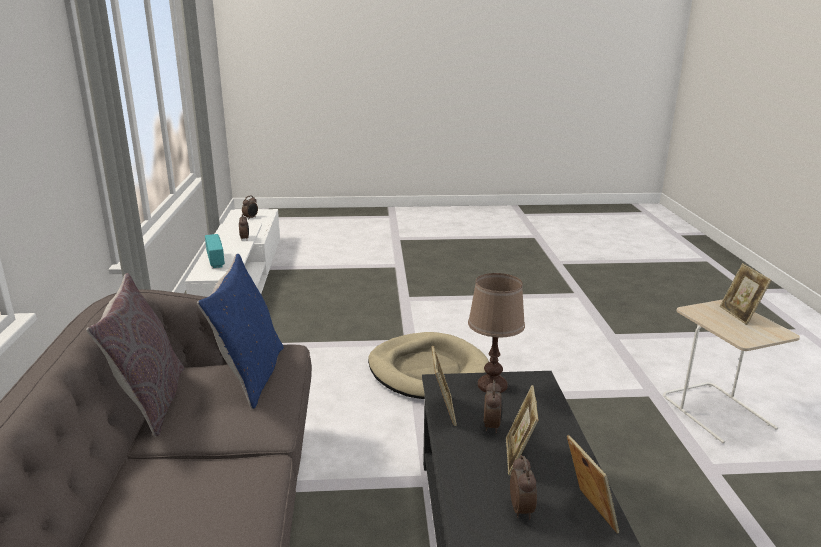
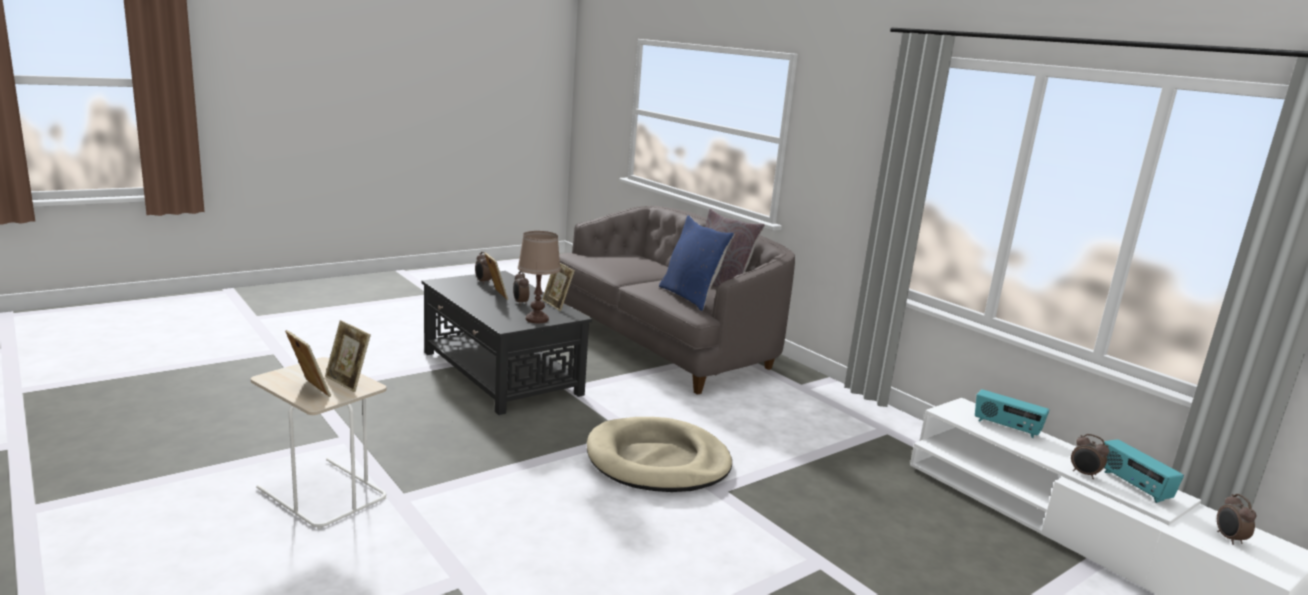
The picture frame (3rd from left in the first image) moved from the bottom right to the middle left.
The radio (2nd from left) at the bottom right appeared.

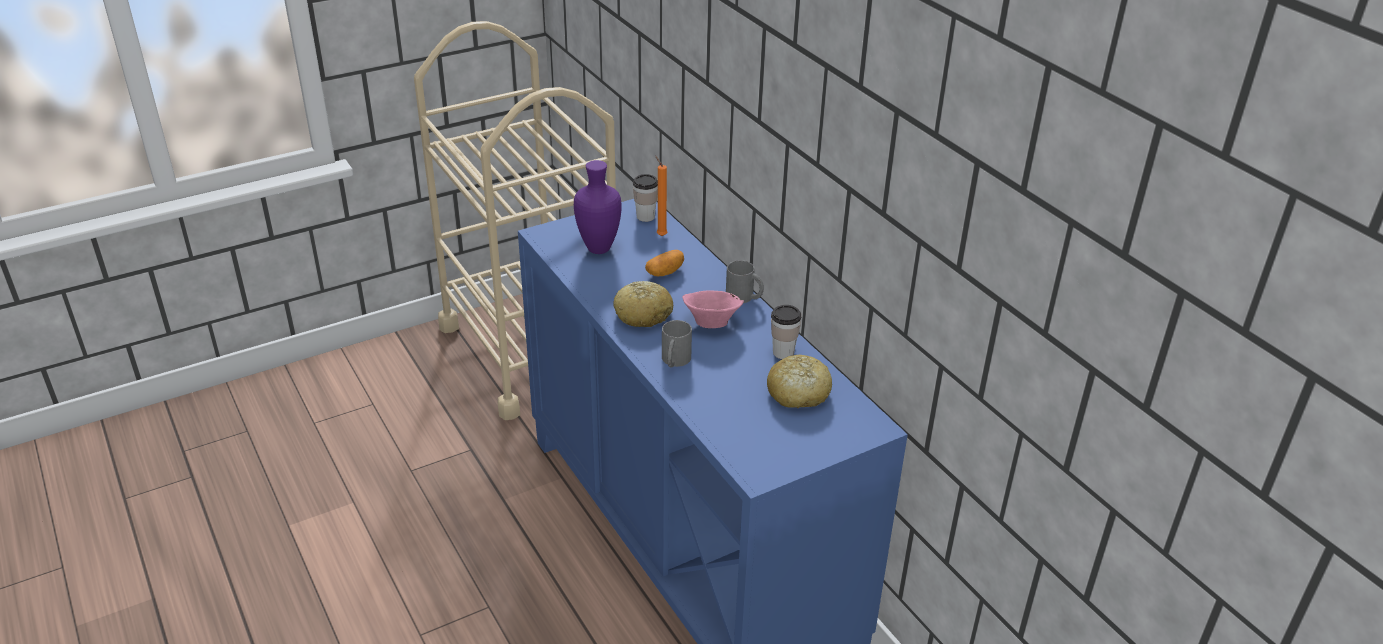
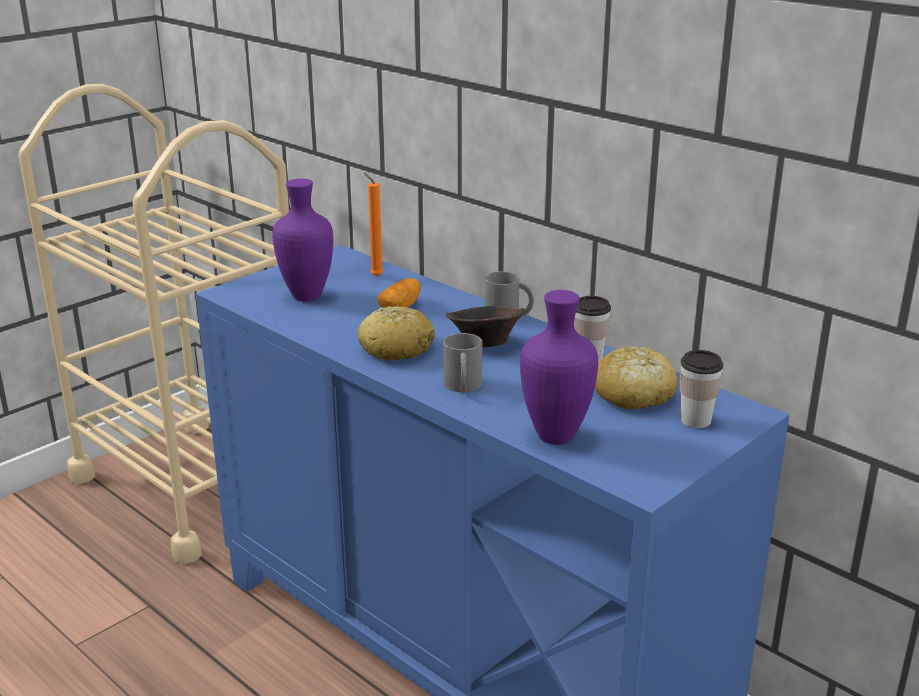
The pink bowl at the centre became the brown bowl at the centre.
The purple vase (2nd from left) at the centre appeared.
The cup (1st from left in the first image) moved from the top centre to the middle right.

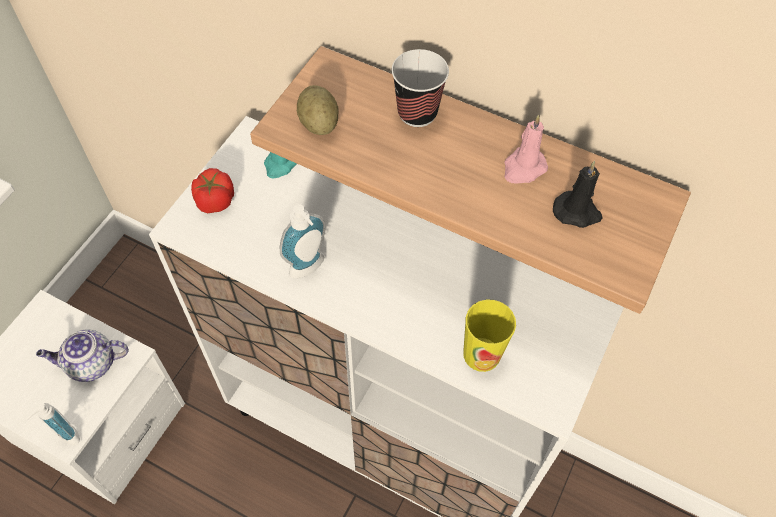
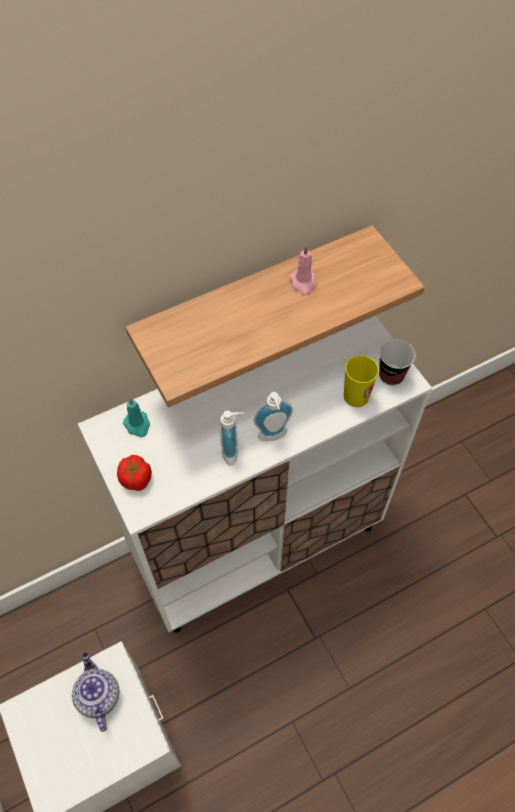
The teapot at the bottom left turned 135 degrees clockwise.
The soap dispenser (1st from left in the first image) moved from the bottom left to the centre.
The cup (1st from left in the first image) moved from the top centre to the middle right.
The potato at the top centre disappeared.
The black candle at the middle right disappeared.

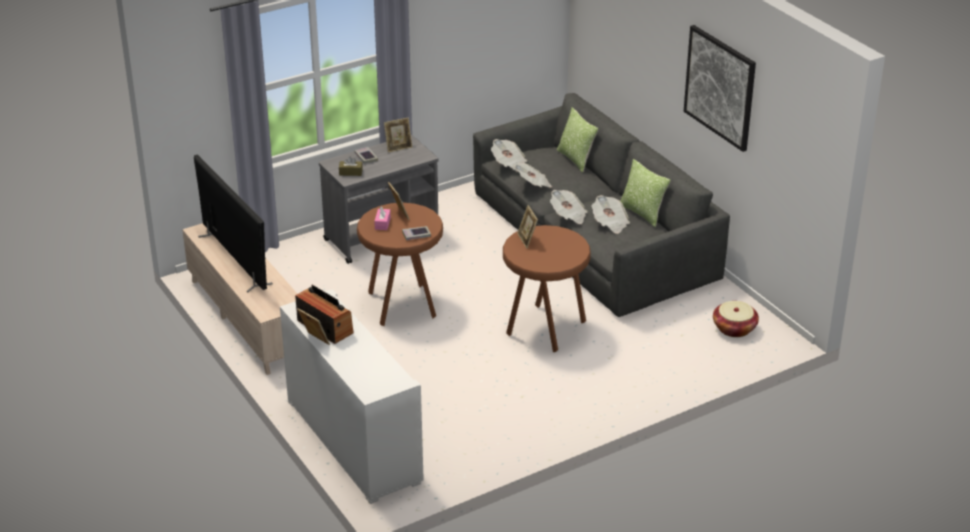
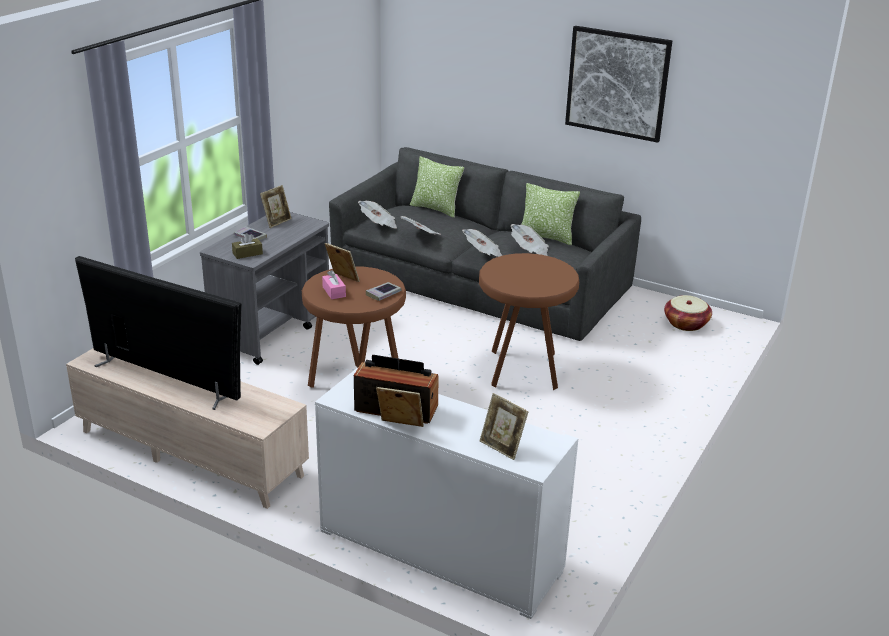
The picture frame (4th from left) moved from the centre to the bottom centre.

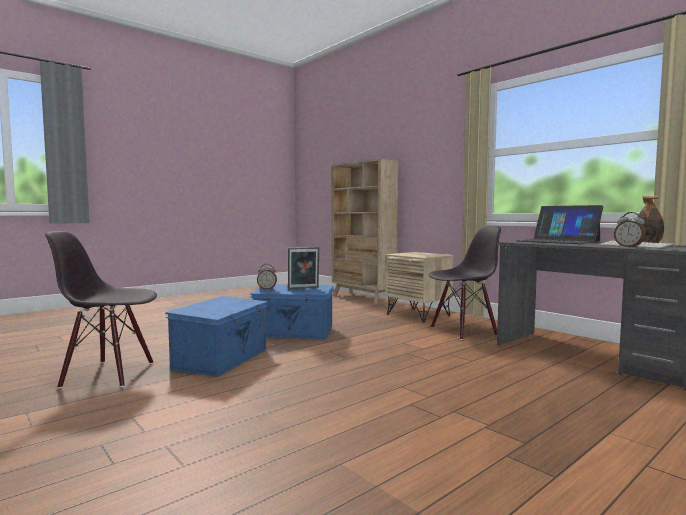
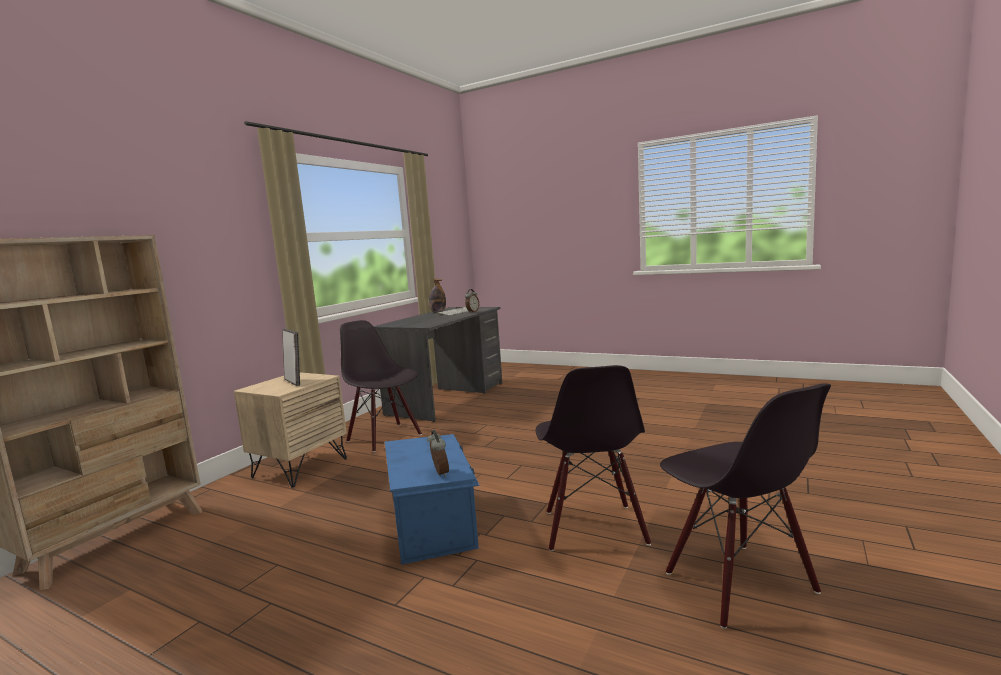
The picture frame moved from the centre to the middle left.
The blue storage box (1st from left) at the middle left was replaced by the black chair (2nd from left) at the bottom centre.
The laptop at the middle right disappeared.

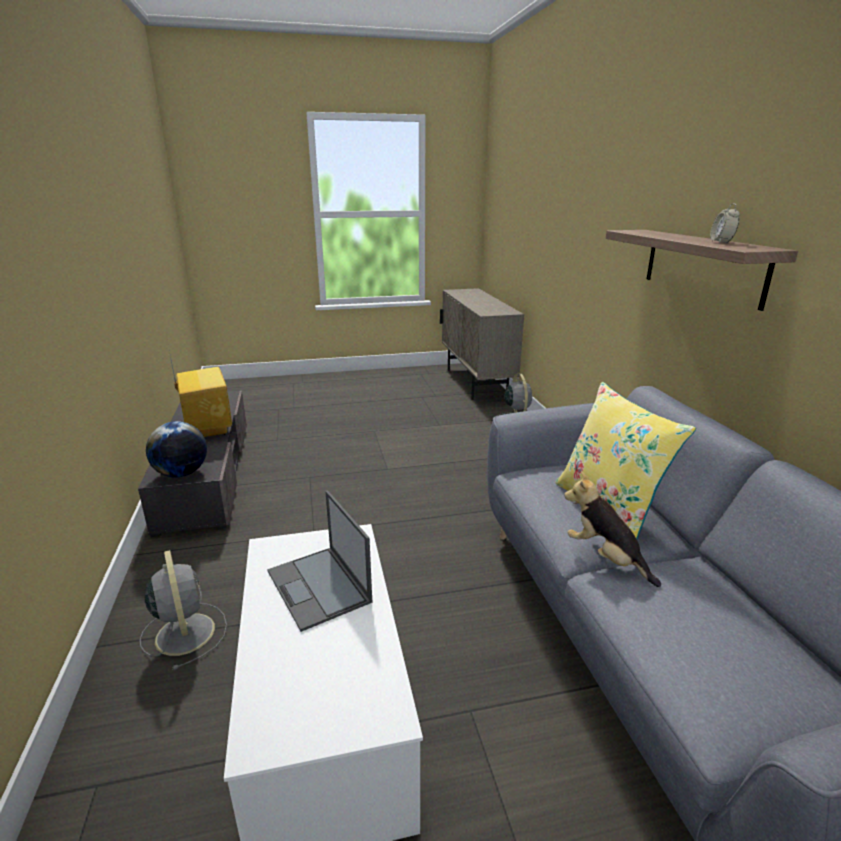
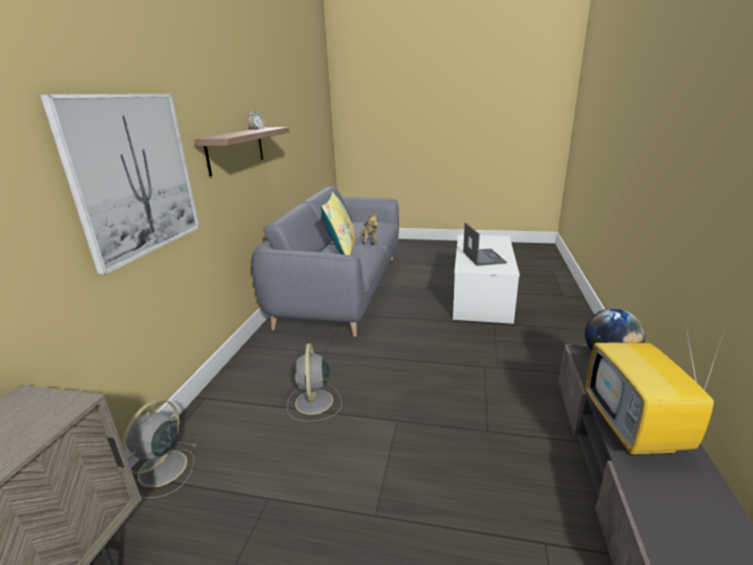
The picture at the top left appeared.
The grey fan (1st from left in the first image) moved from the bottom left to the bottom centre.

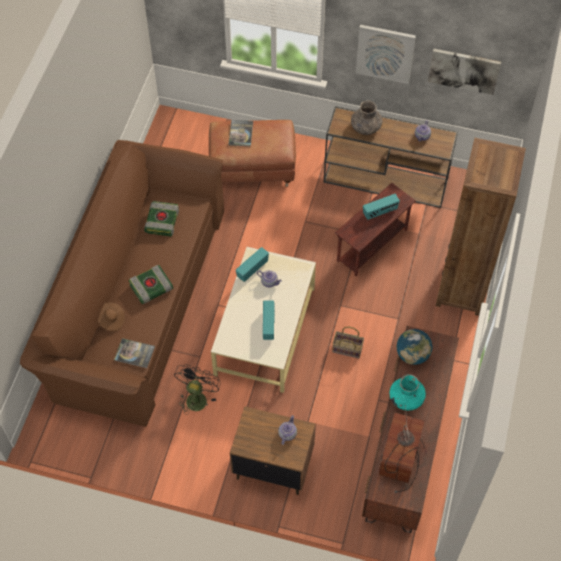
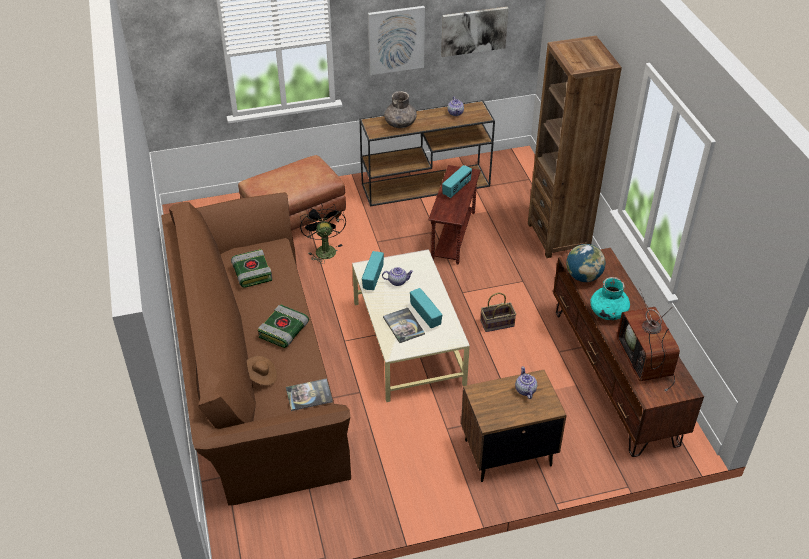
The black fan moved from the bottom centre to the centre.
The book (4th from left) moved from the top centre to the centre.

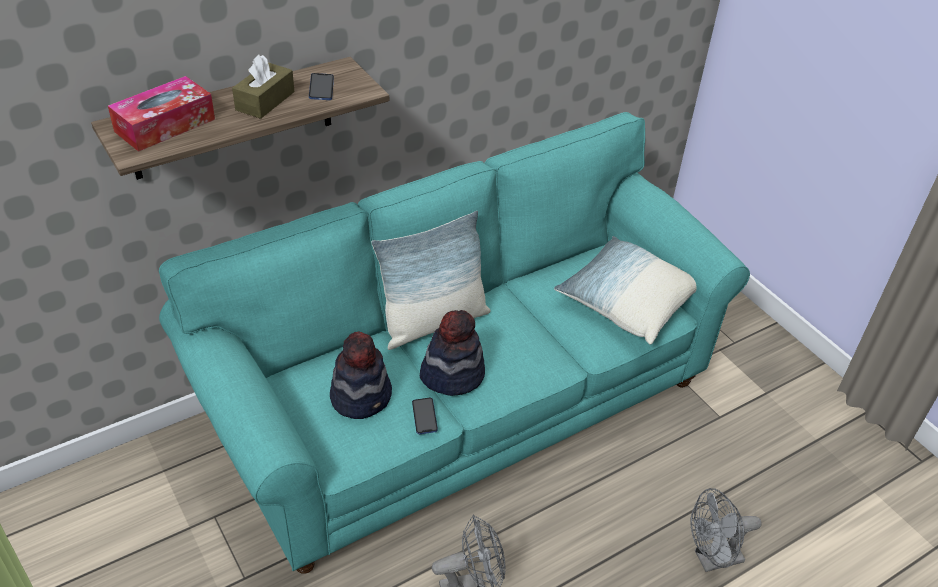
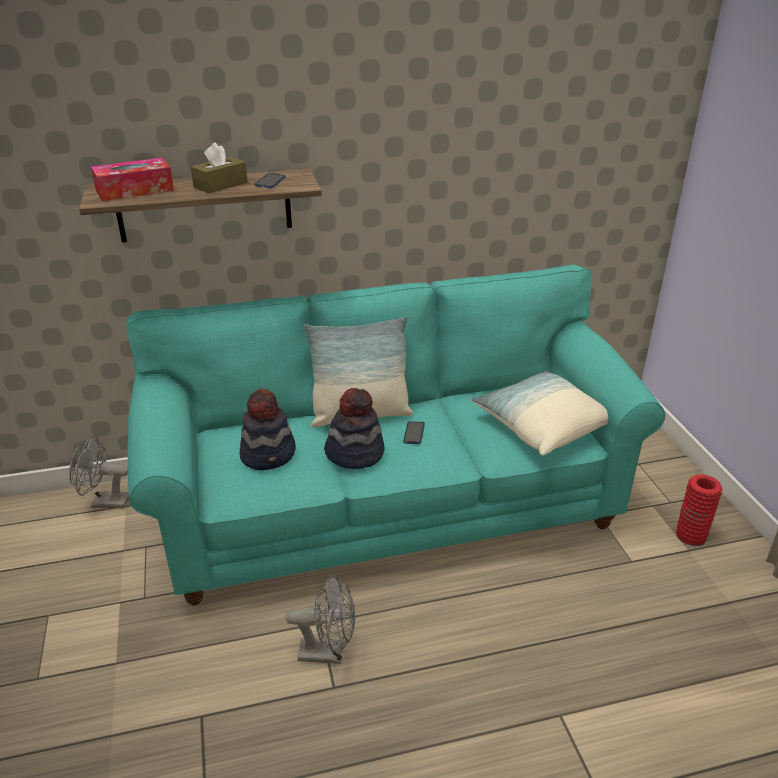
The grey fan (2nd from left in the first image) moved from the bottom right to the middle left.
The phone (2nd from left) moved from the bottom centre to the centre.
The red vase at the middle right appeared.

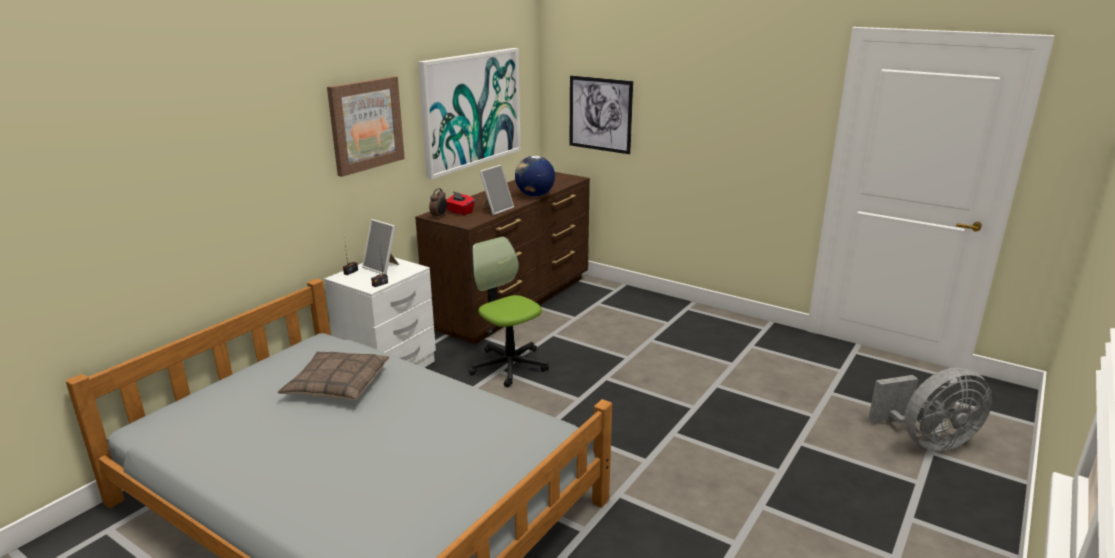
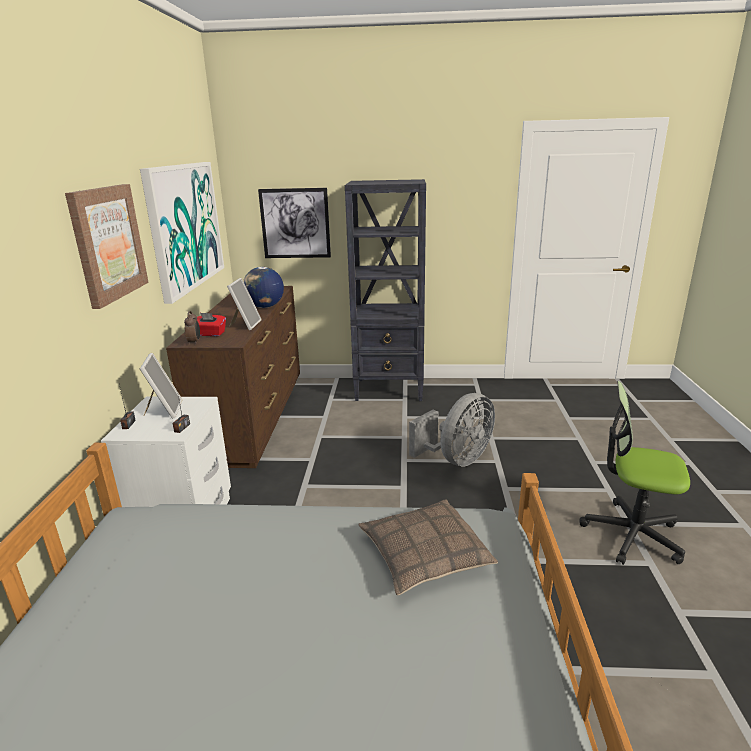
The picture frame (1st from left) at the centre turned 105 degrees counterclockwise.
The black bookcase at the centre appeared.
The pillow moved from the bottom left to the bottom centre.
The grey fan moved from the bottom right to the centre.
The office chair moved from the centre to the middle right.

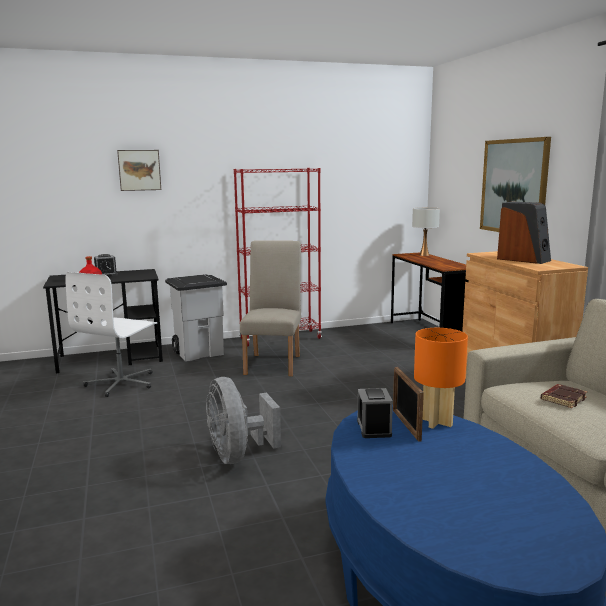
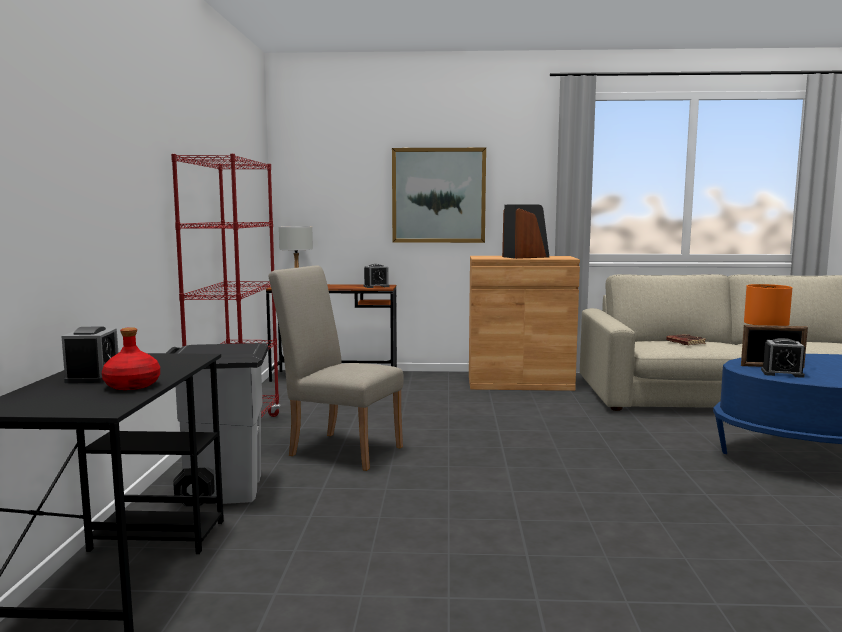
The alarm clock (2nd from left) at the centre appeared.
The white office chair at the middle left disappeared.
The picture (1st from left) at the top left disappeared.
The grey fan at the bottom centre disappeared.

